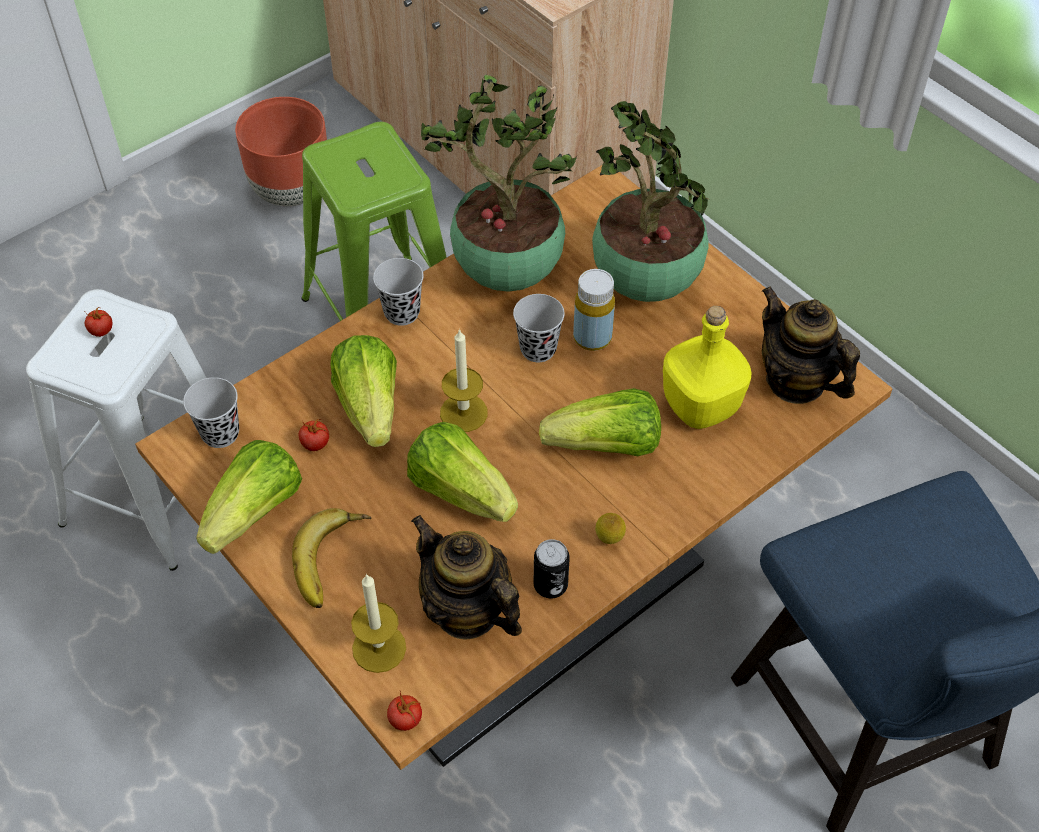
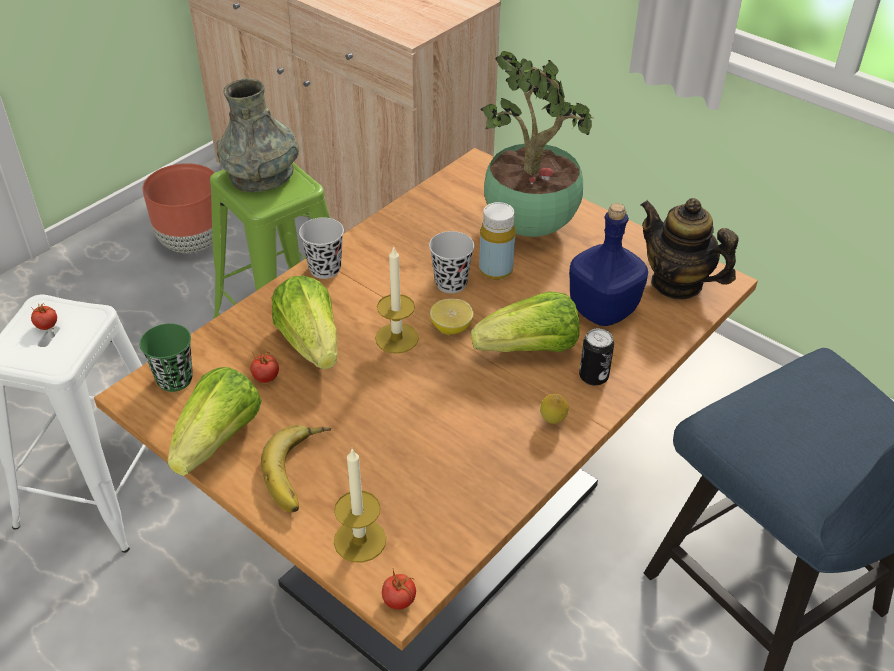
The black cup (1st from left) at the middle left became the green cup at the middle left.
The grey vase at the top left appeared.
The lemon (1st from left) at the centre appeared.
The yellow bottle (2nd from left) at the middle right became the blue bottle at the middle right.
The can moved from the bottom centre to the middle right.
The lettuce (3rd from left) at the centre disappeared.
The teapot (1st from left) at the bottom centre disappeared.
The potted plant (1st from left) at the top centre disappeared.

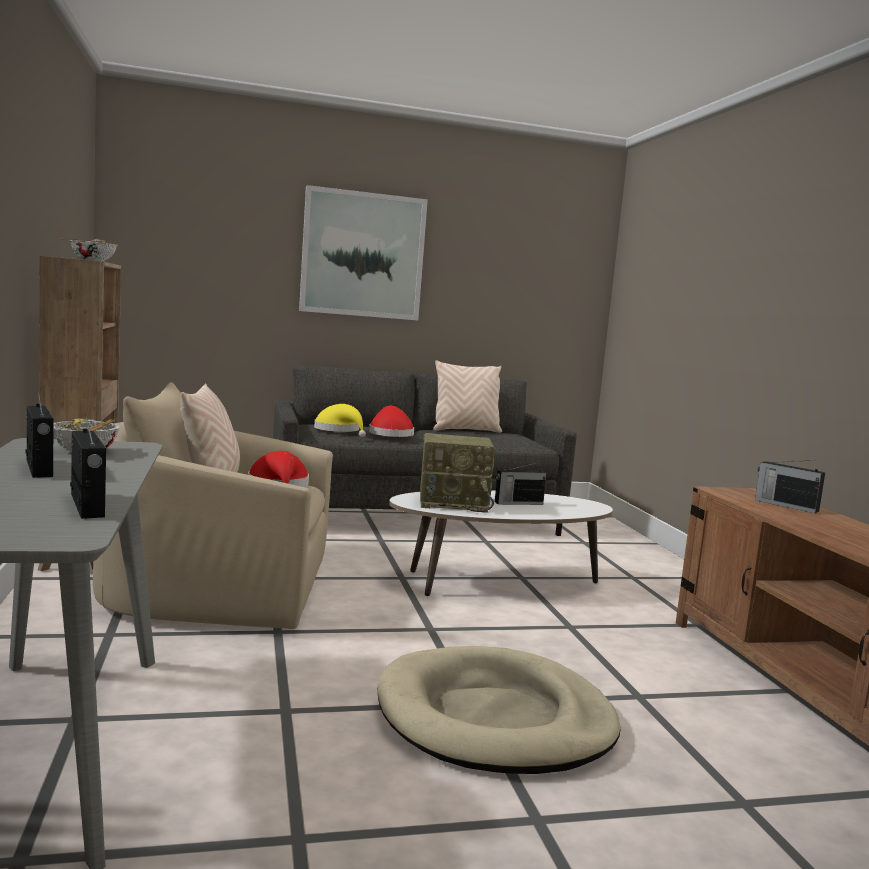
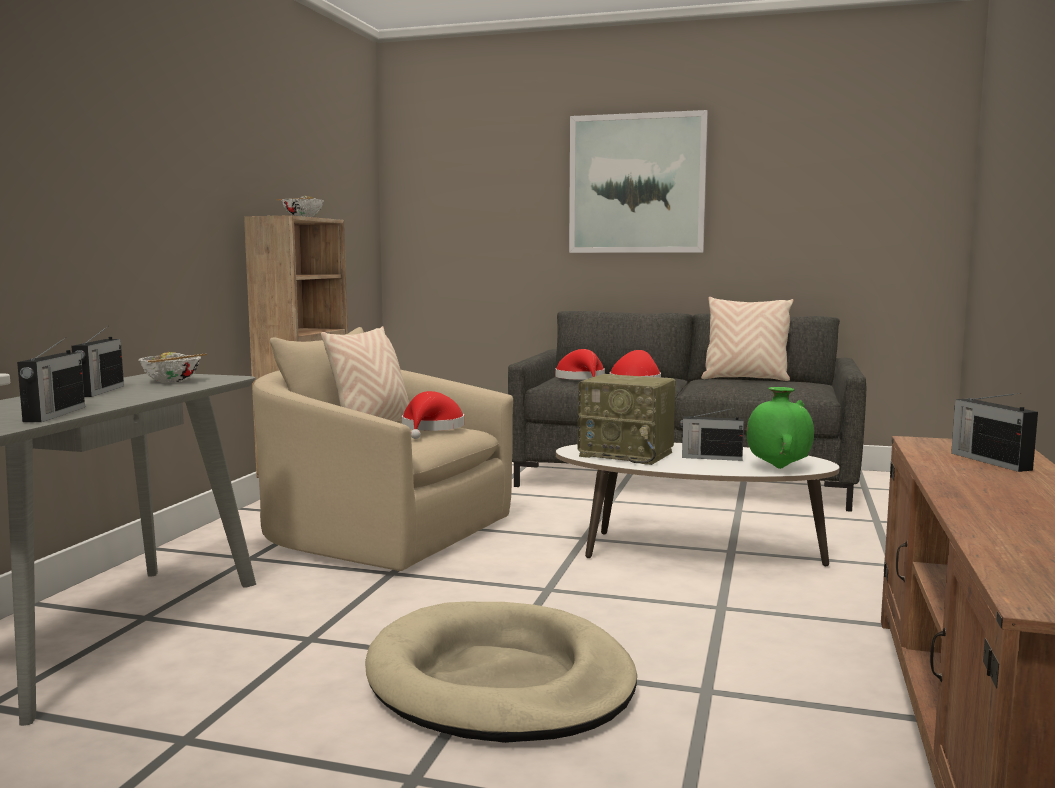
The yellow hat at the centre became the red hat (2nd from left) at the centre.
The green vase at the middle right appeared.

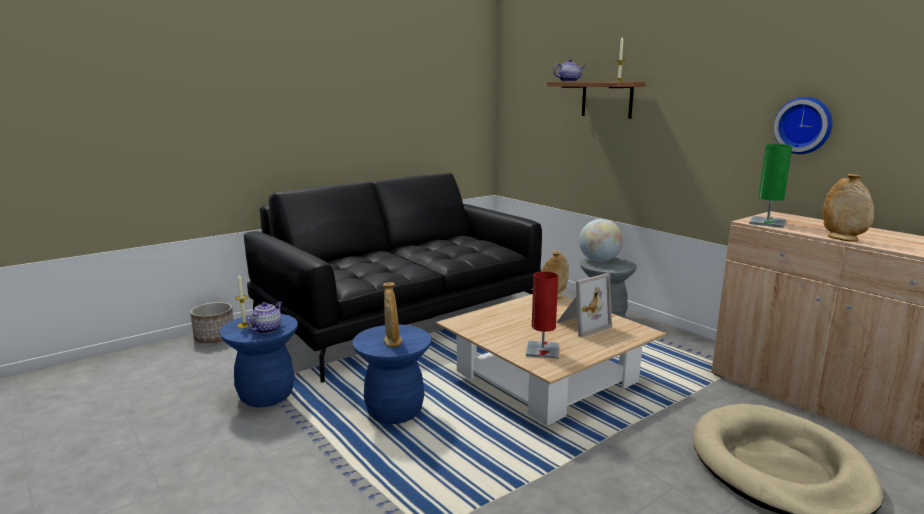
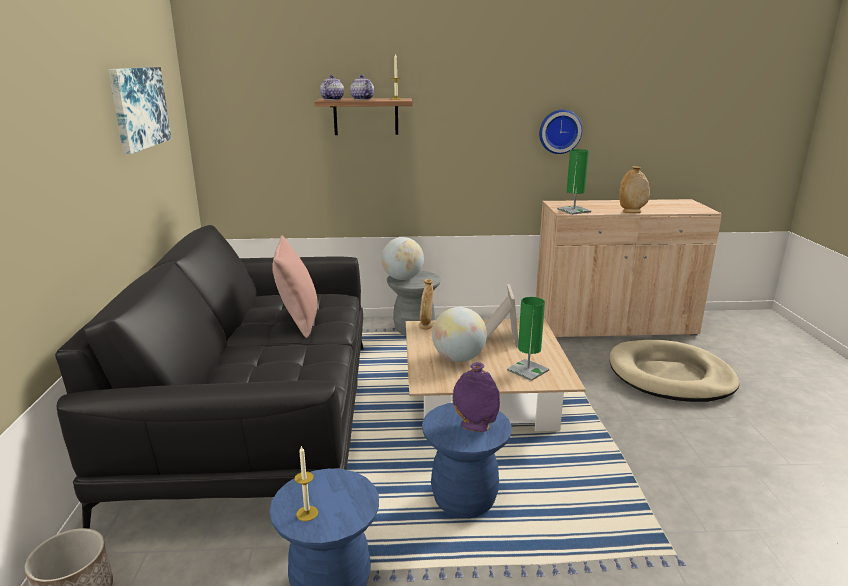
The picture at the top left appeared.
The pink pillow at the centre appeared.
The teapot (1st from left in the first image) moved from the middle left to the top centre.
The globe (2nd from left) at the centre appeared.
The beige vase (1st from left) at the centre became the purple vase at the bottom centre.
The red table lamp at the centre became the green table lamp (1st from left) at the centre.

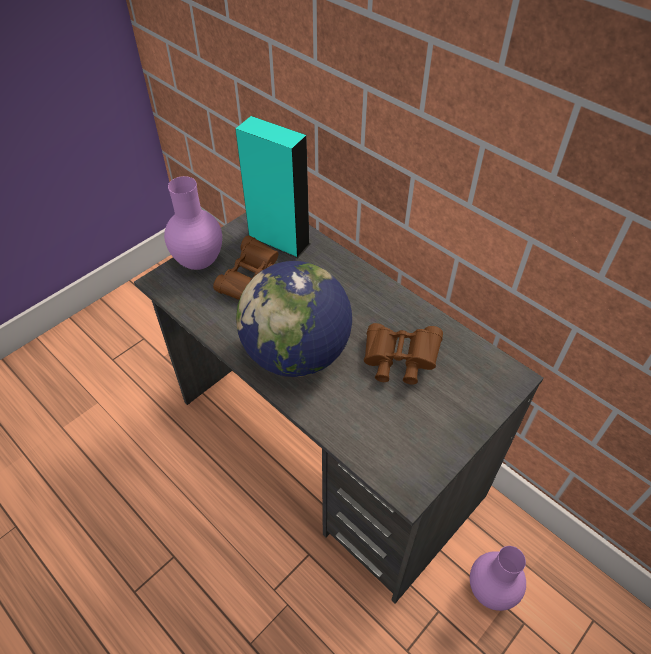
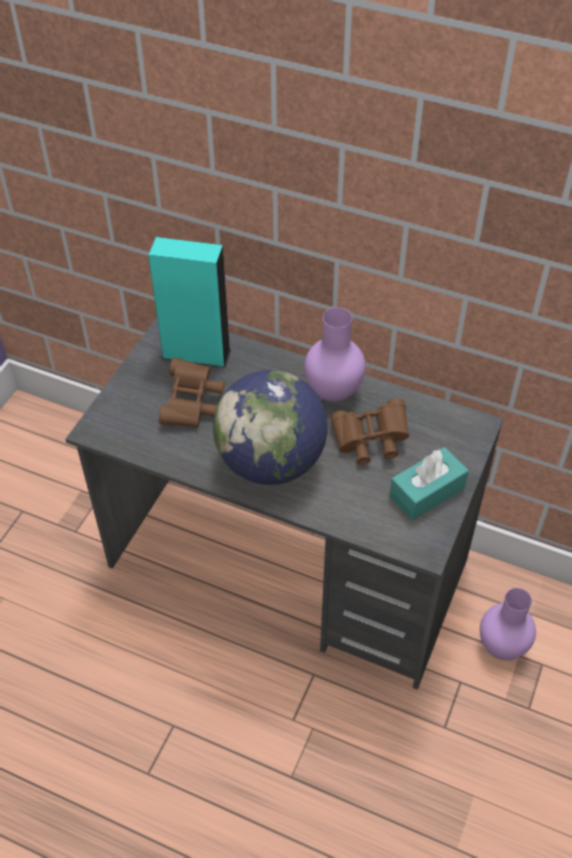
The purple vase (1st from left) moved from the middle left to the centre.
The turquoise tissue box at the middle right appeared.

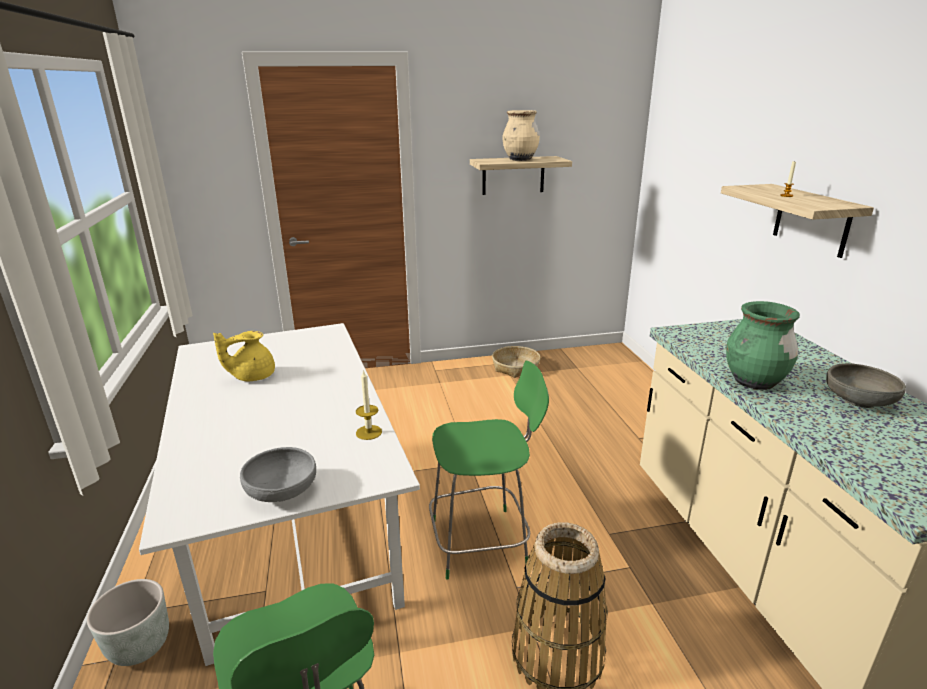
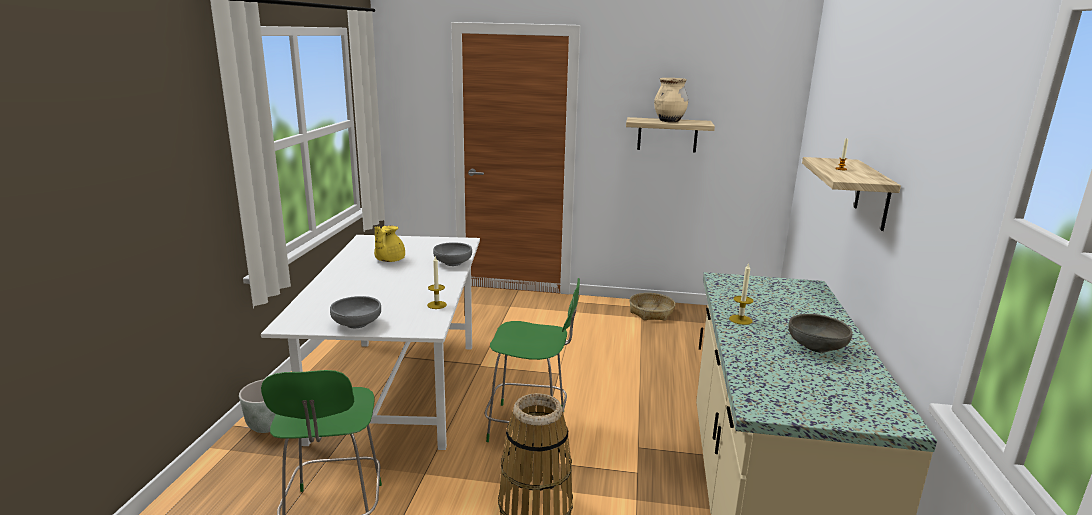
The yellow teapot at the middle left turned 60 degrees counterclockwise.
The grey bowl (2nd from left) at the centre appeared.
The green vase at the middle right was replaced by the candle (2nd from left) at the middle right.

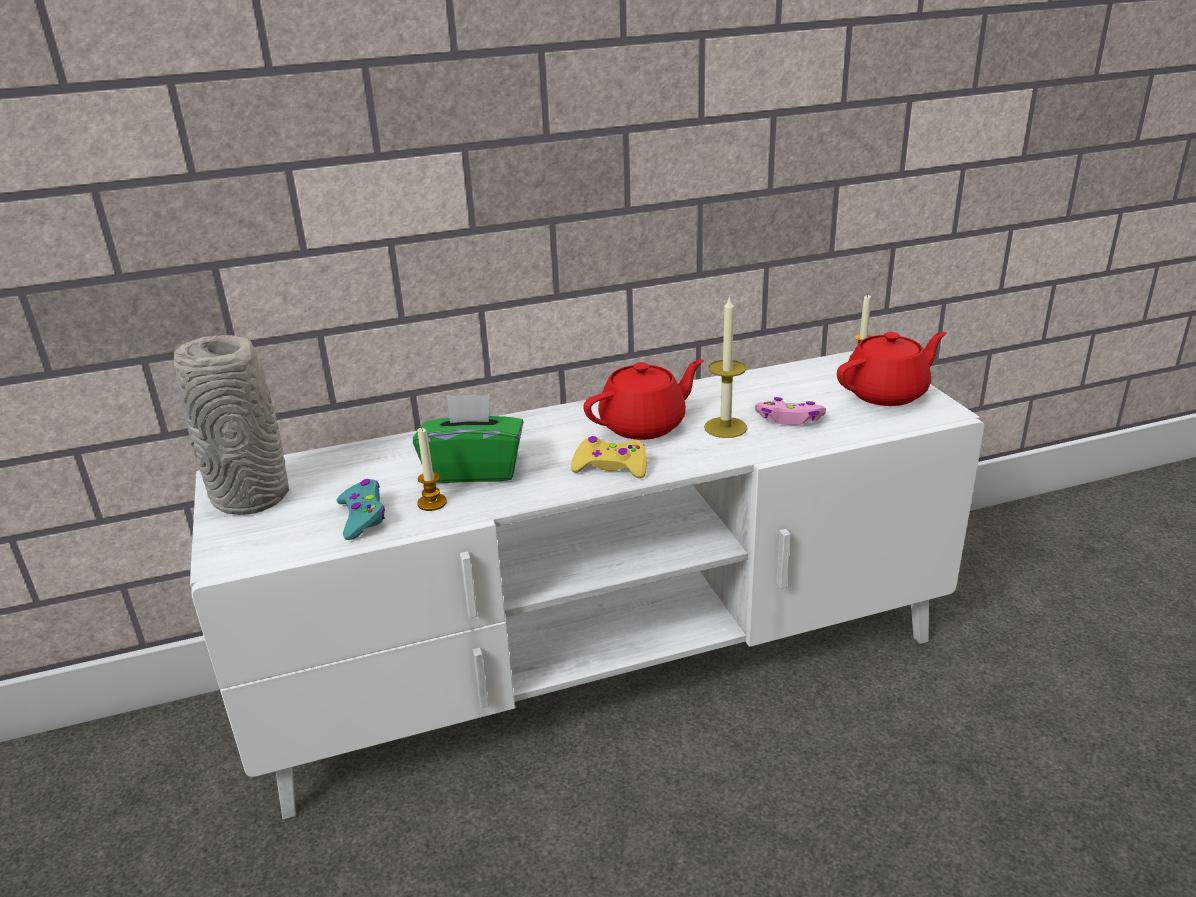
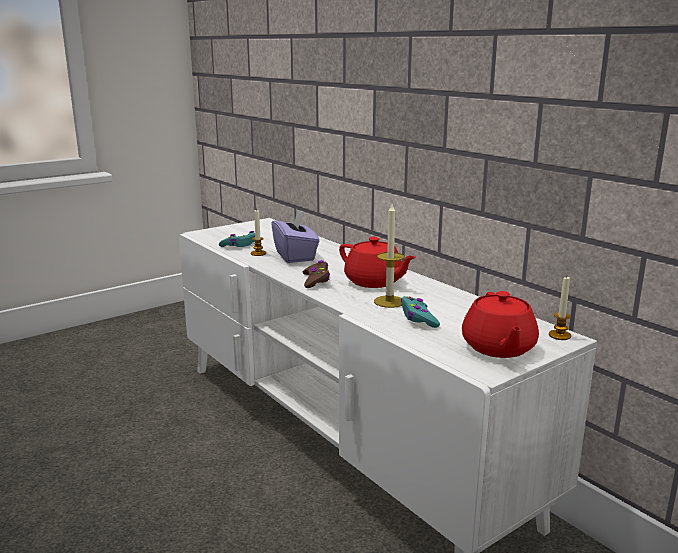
The green tissue box at the centre became the purple tissue box at the centre.
The yellow game controller at the centre became the brown game controller at the centre.
The pink game controller at the centre became the turquoise game controller (2nd from left) at the centre.
The red teapot (2nd from left) at the middle right turned 45 degrees clockwise.
The grey vase at the middle left disappeared.

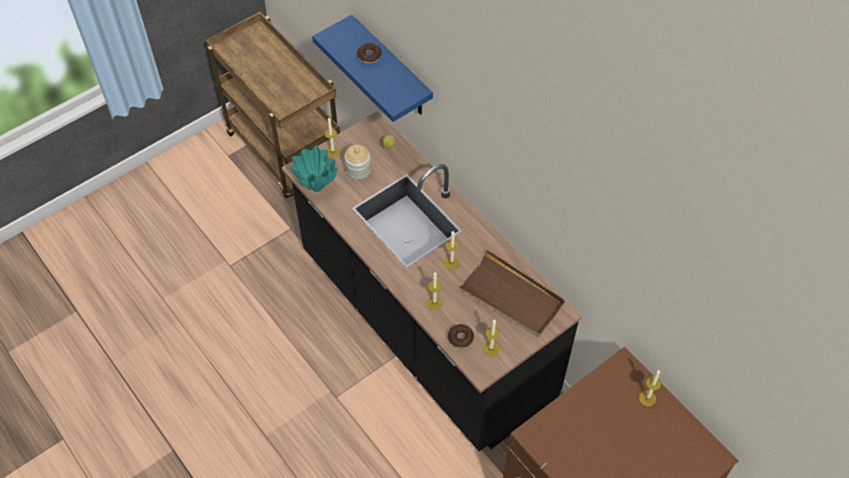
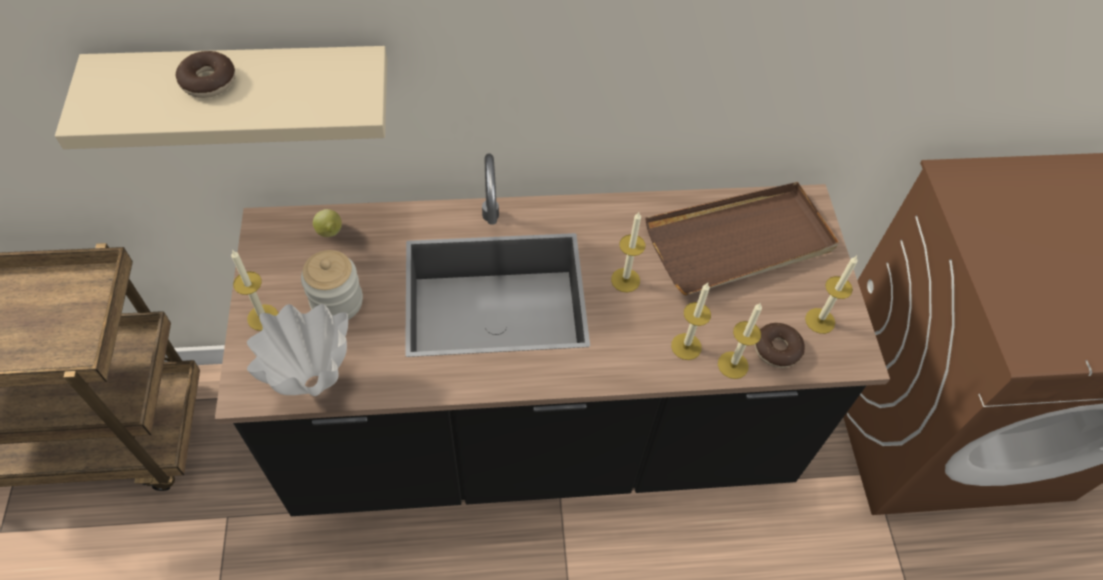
The blue shelf at the top centre became the beige shelf at the top left.
The turquoise vase at the centre became the white vase at the middle left.
The candle (5th from left in the first image) moved from the bottom right to the middle right.

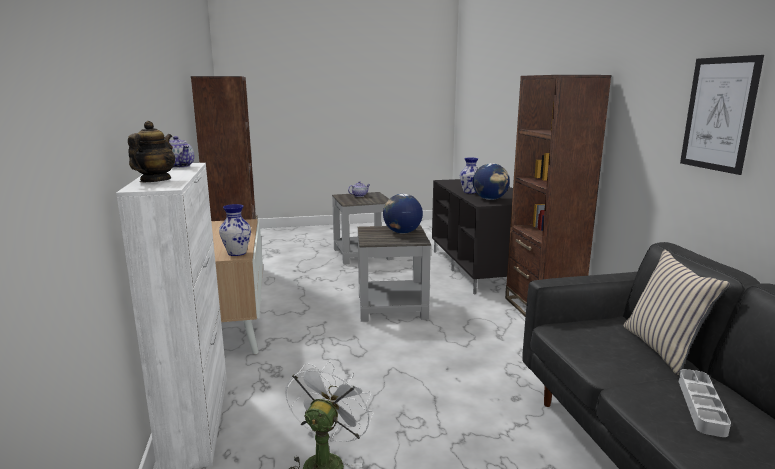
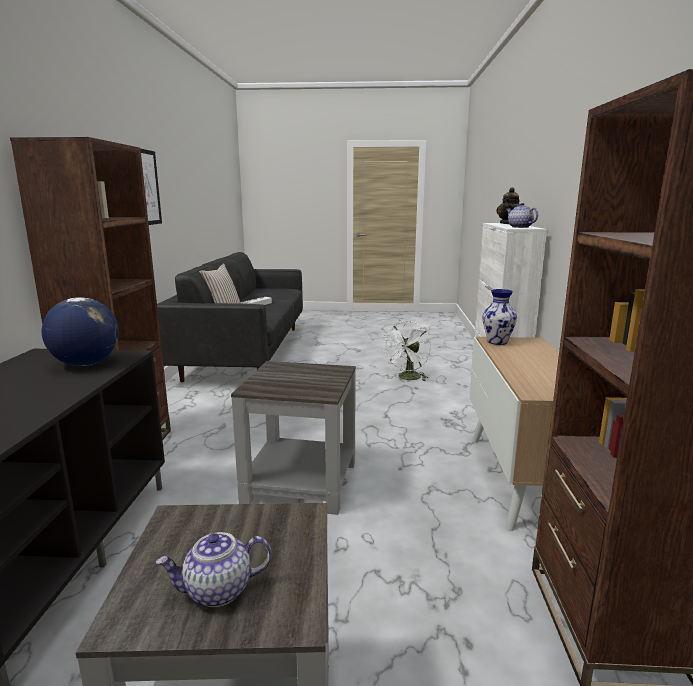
The globe (1st from left) at the centre disappeared.
The vase (2nd from left) at the centre disappeared.

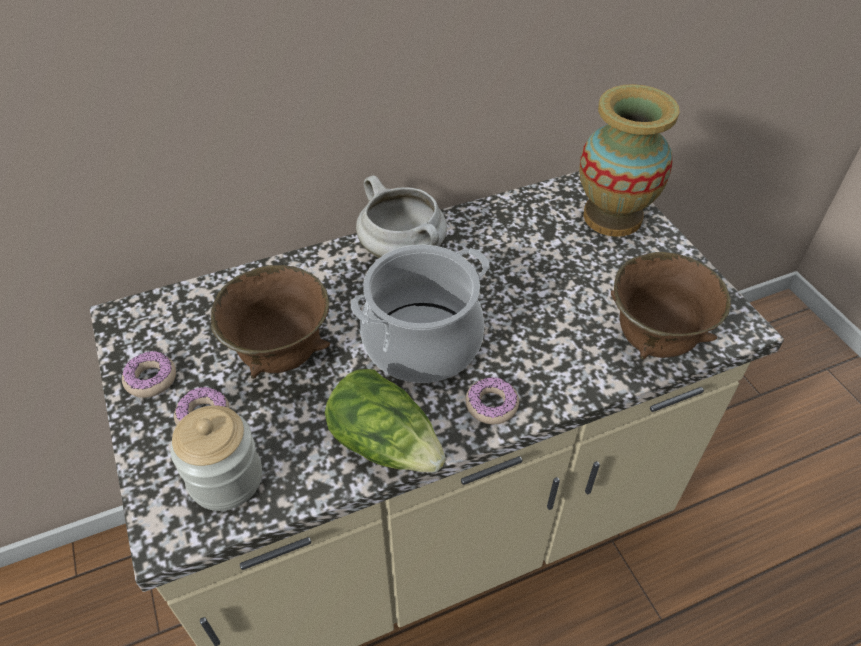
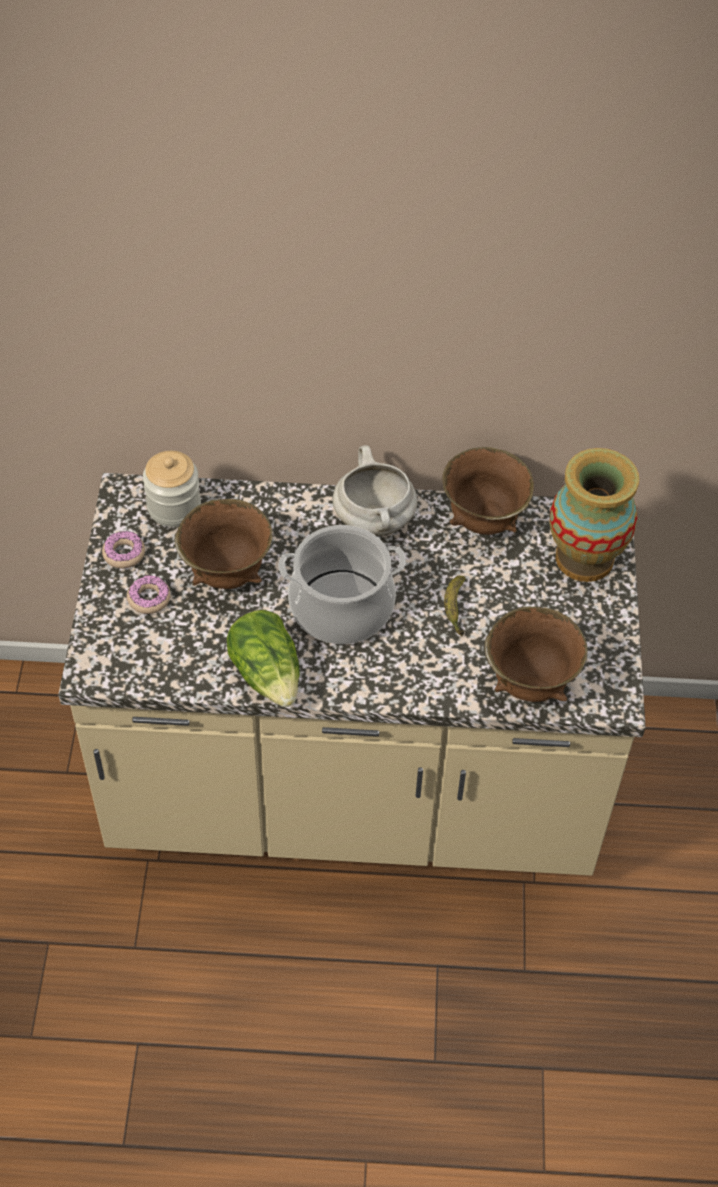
The jar moved from the bottom left to the middle left.
The brown bowl (2nd from left) at the middle right appeared.
The banana at the centre appeared.
The donut (3rd from left) at the centre disappeared.

